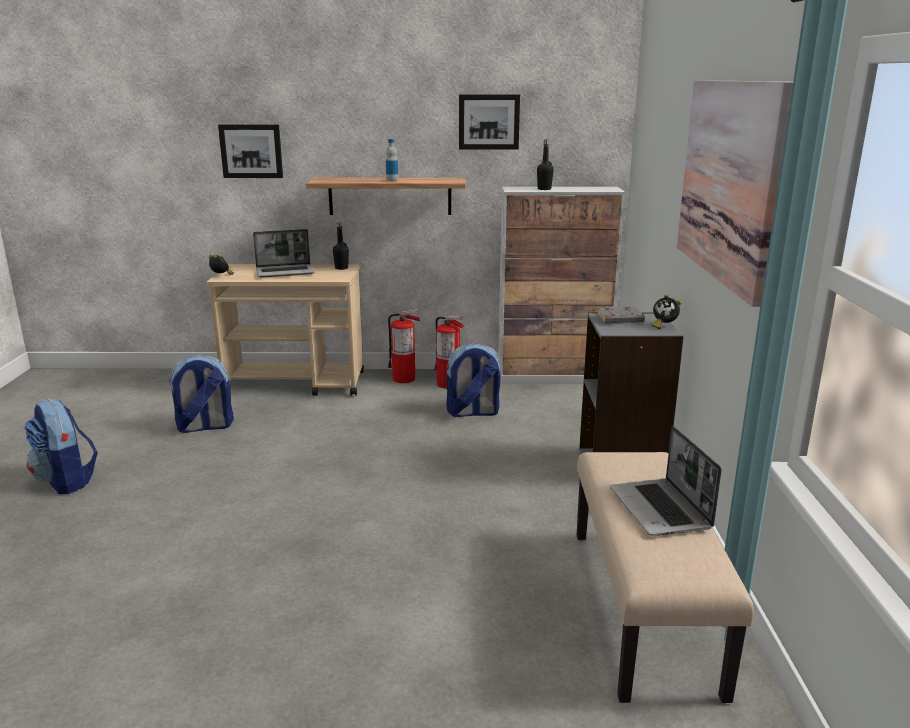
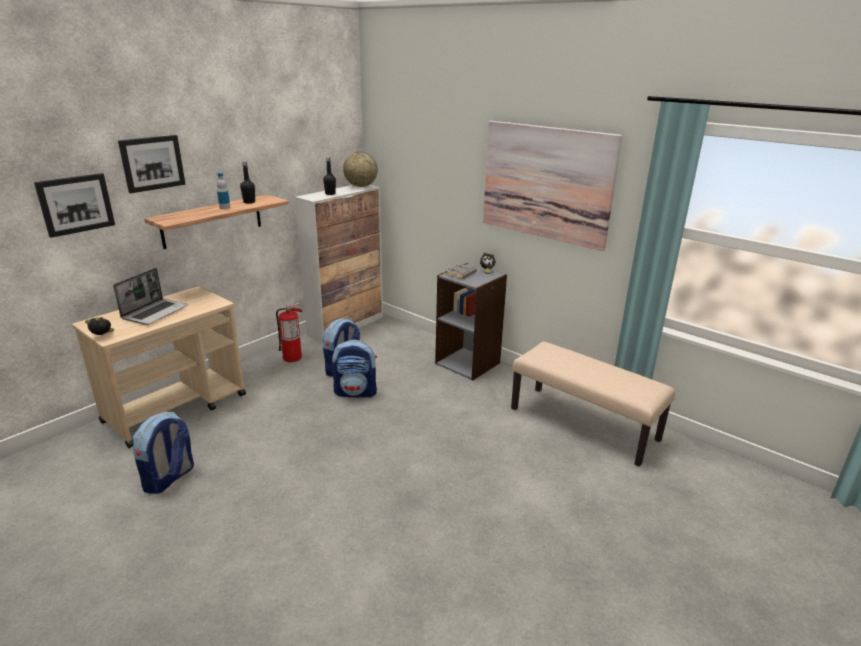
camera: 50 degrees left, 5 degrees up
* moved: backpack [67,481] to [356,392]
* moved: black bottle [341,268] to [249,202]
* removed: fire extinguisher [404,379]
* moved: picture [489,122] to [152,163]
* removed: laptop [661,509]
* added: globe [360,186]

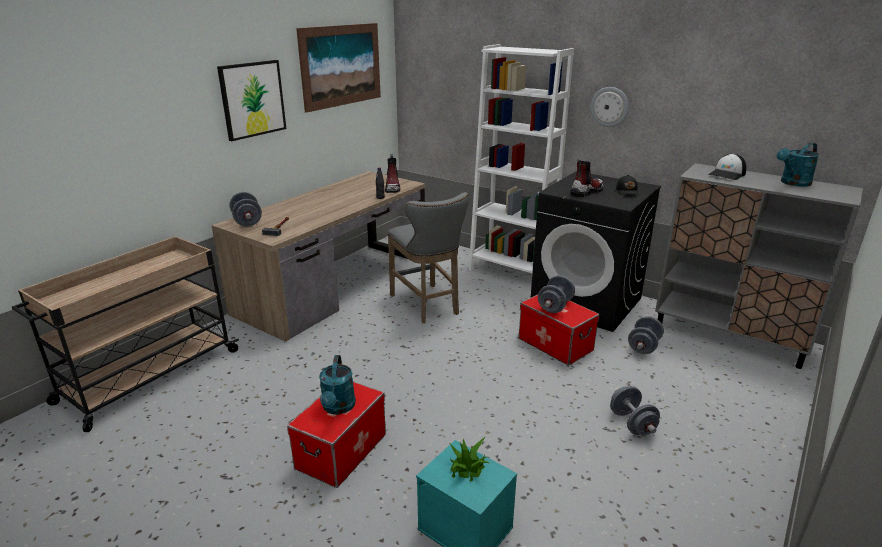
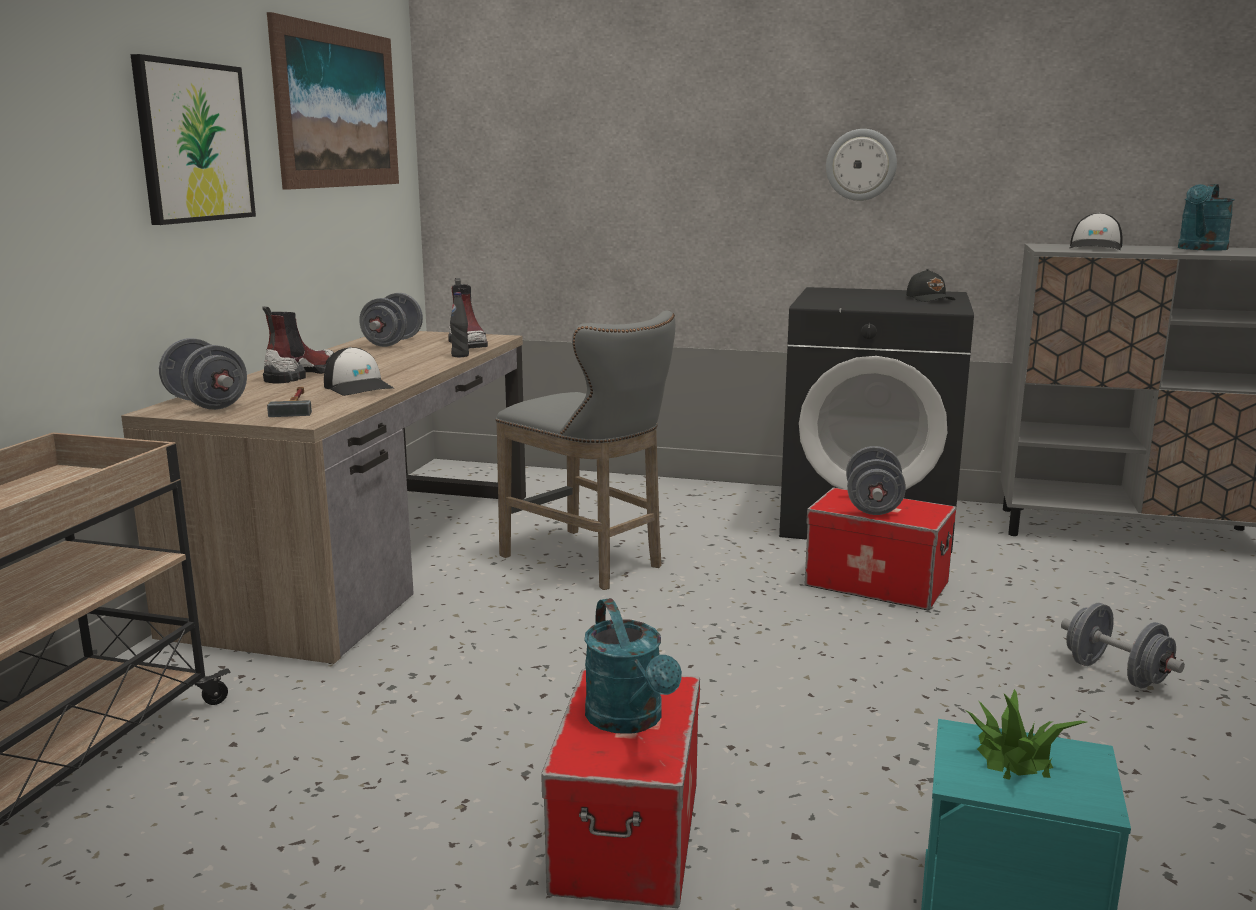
camera: 20 degrees left, 10 degrees down
* removed: white bookcase [510,272]
* moved: boot [586,192] to [301,375]
* moved: grey dumbbell [643,346] to [393,342]
* added: cap [359,387]

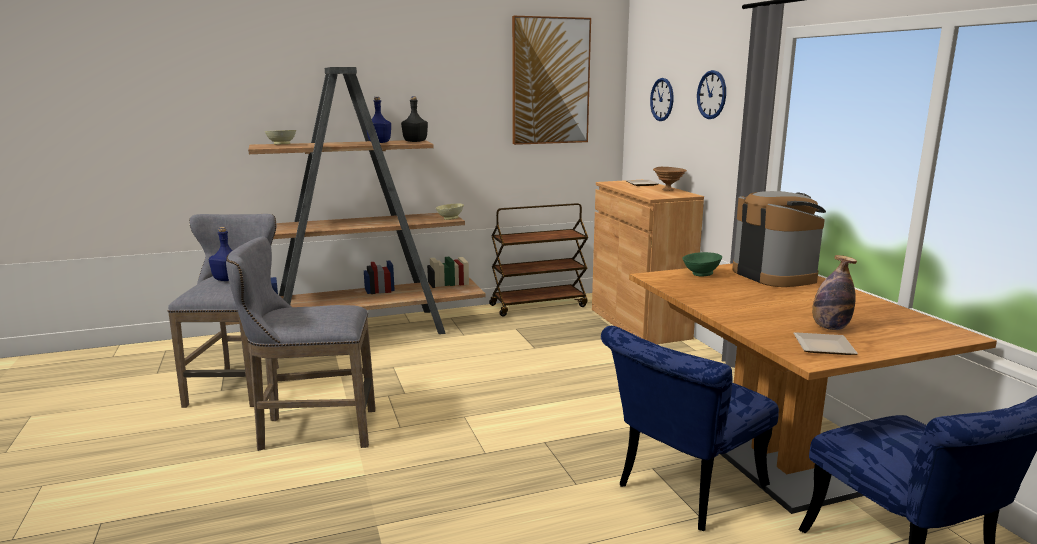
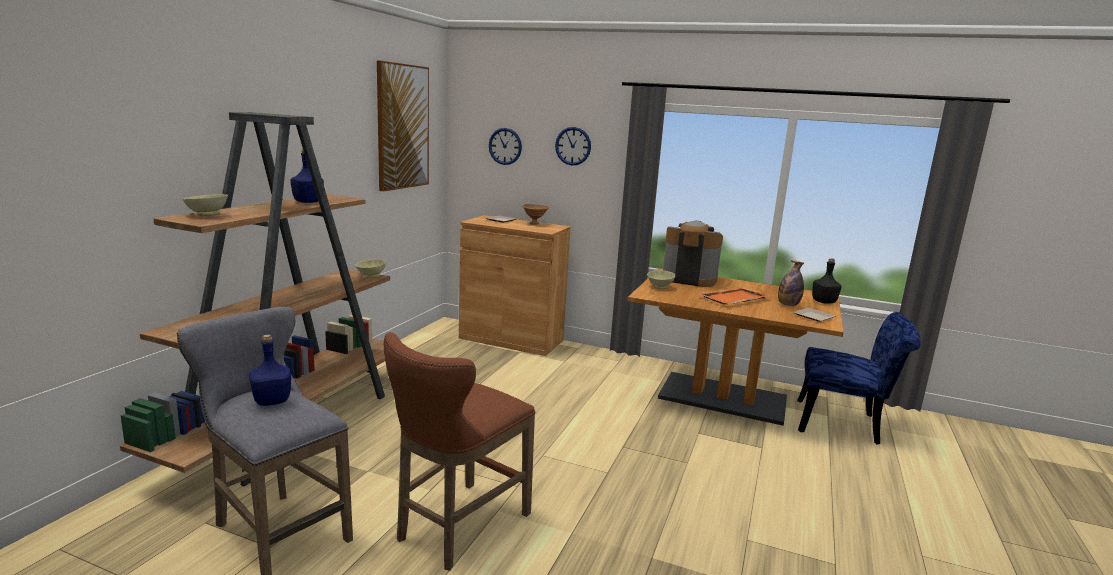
camera: 50 degrees left, 0 degrees up
* recoloured: grey stool [311,431] to brown stool [457,528]
* moved: black bottle [415,141] to [824,302]
* removed: brown cart [538,305]
* removed: blue chair [682,491]
* recoloured: green bowl [700,274] to beige bowl [659,287]
* added: orange tray [733,298]

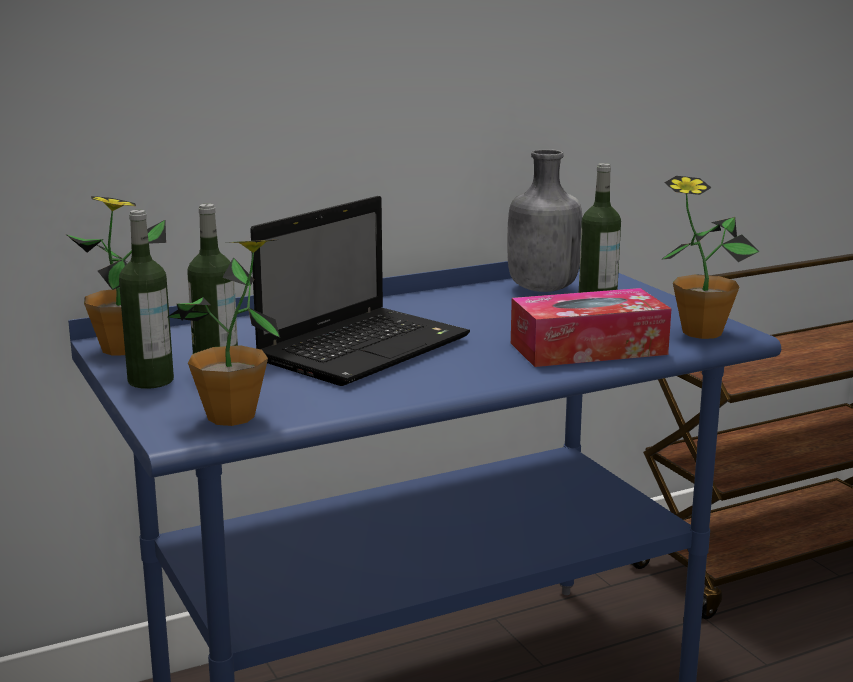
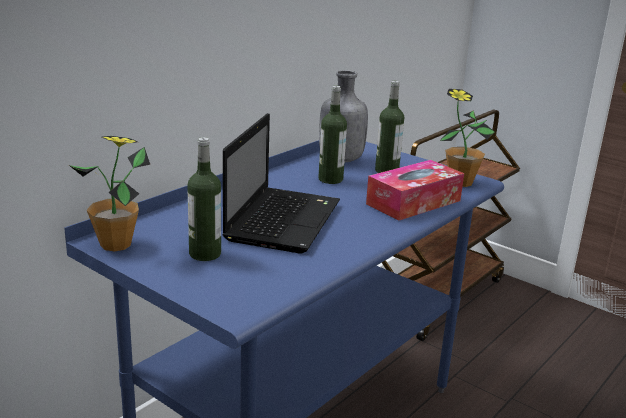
camera: 25 degrees left, 5 degrees up
* moved: bottle [151,380] to [330,179]
* removed: potted plant [231,417]

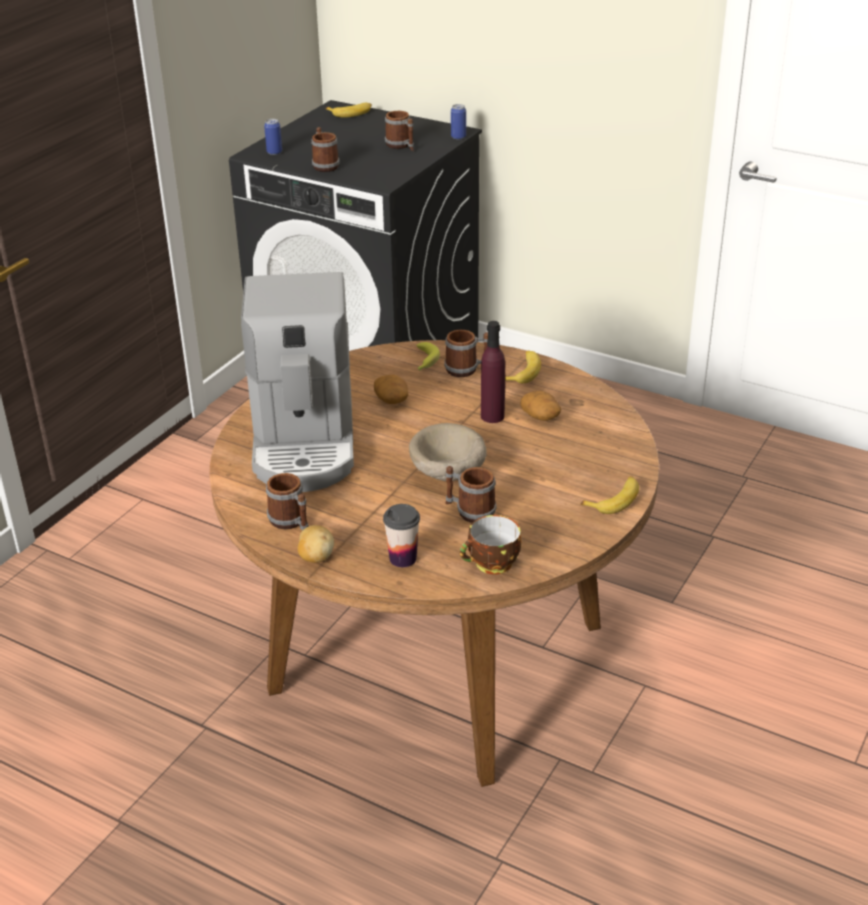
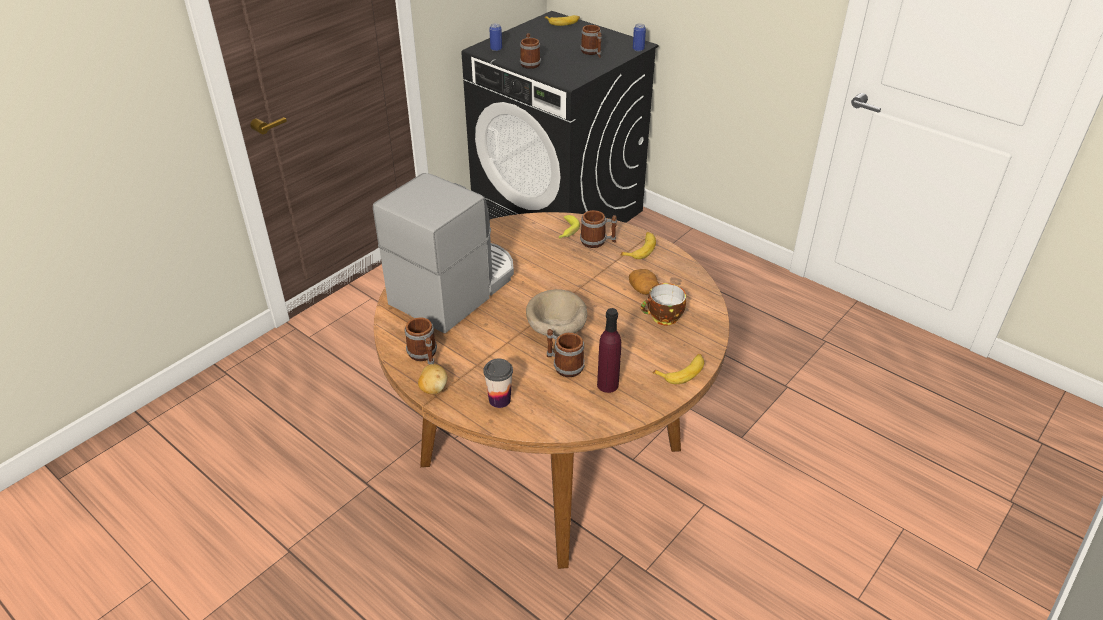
camera: 10 degrees right, 5 degrees up
* turned: coffee machine [305,442] = [455,288] 150 degrees counterclockwise
* removed: potato [392,400]
* moved: cup [492,564] to [663,318]
* moved: purple bottle [492,416] to [607,385]

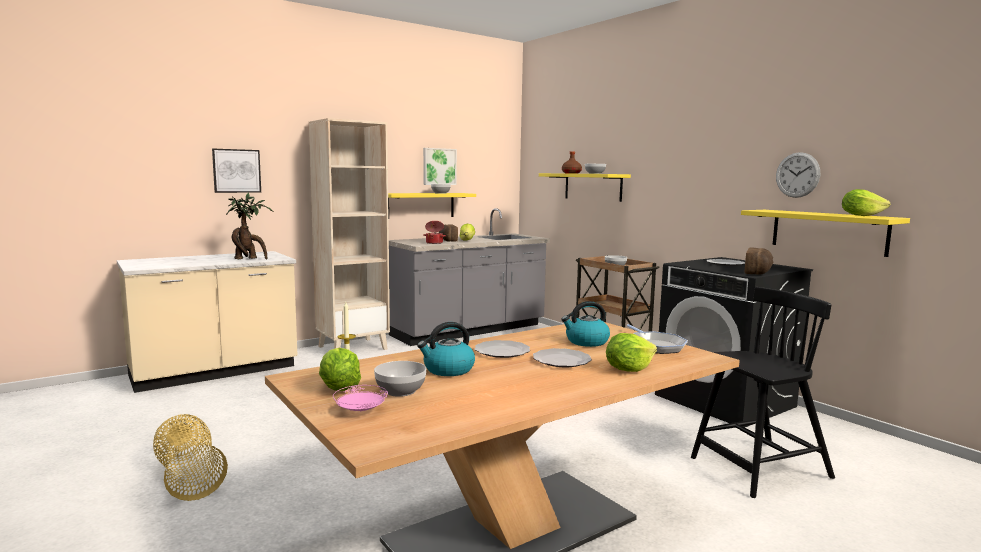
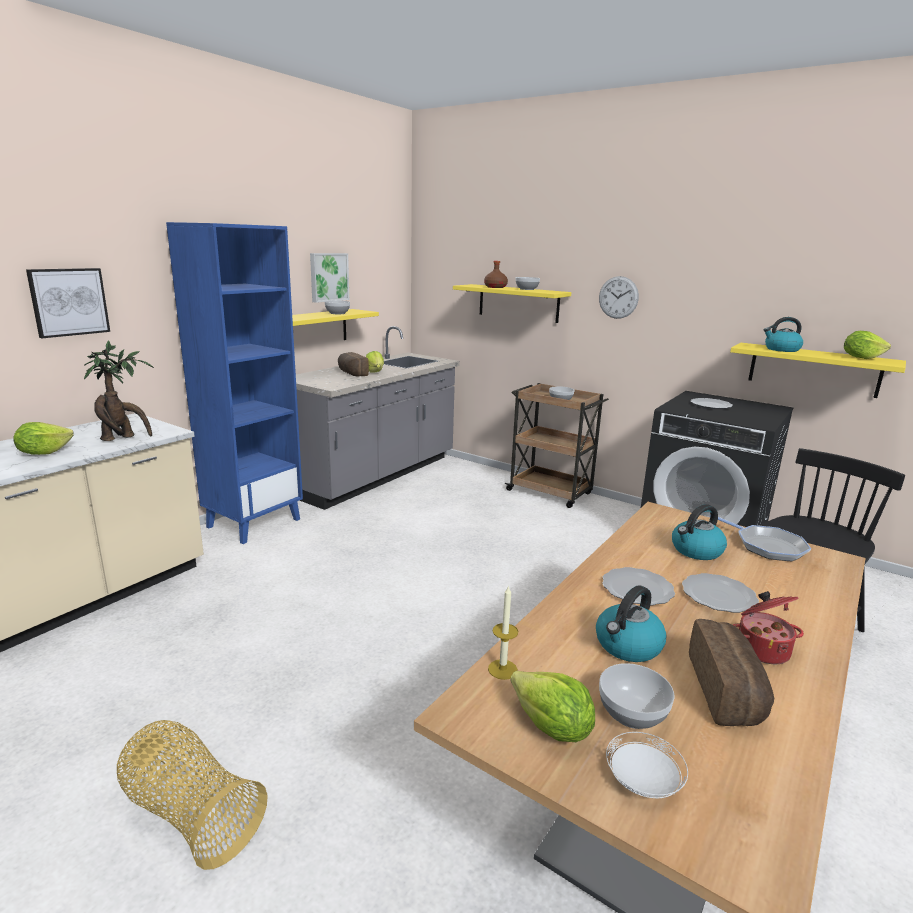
camera: 20 degrees left, 10 degrees up
* recoloured: beige bookcase [353,348] to blue bookcase [254,522]
* recoloured: pink plate [361,411] to white plate [643,781]
* moved: cooking pot [434,243] to [761,649]
* moved: lettuce [628,369] to [43,453]
* moved: bread [758,272] to [728,692]
* moved: wall clock [797,175] to [618,297]
* added: kettle [781,349]

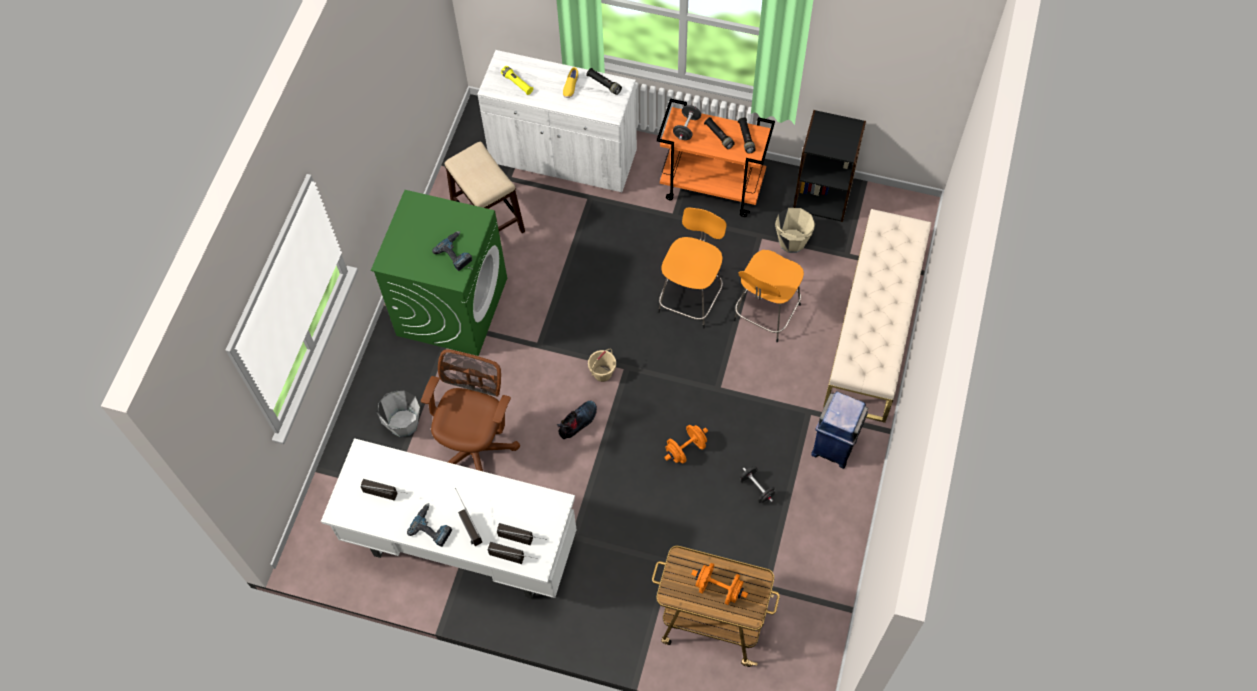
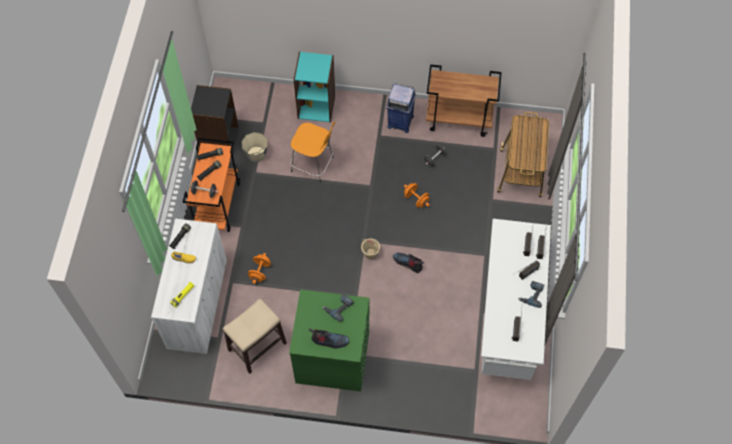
camera: 100 degrees left, 0 degrees up
* removed: grey bucket [403,423]
* removed: brown office chair [475,447]
* removed: orange stool [691,298]
* moved: orange dumbbell [718,588] to [260,272]
* replaced: beige bench [873,329] to turquoise bookcase [316,106]
* added: boot [329,341]
* added: brown cart [459,119]

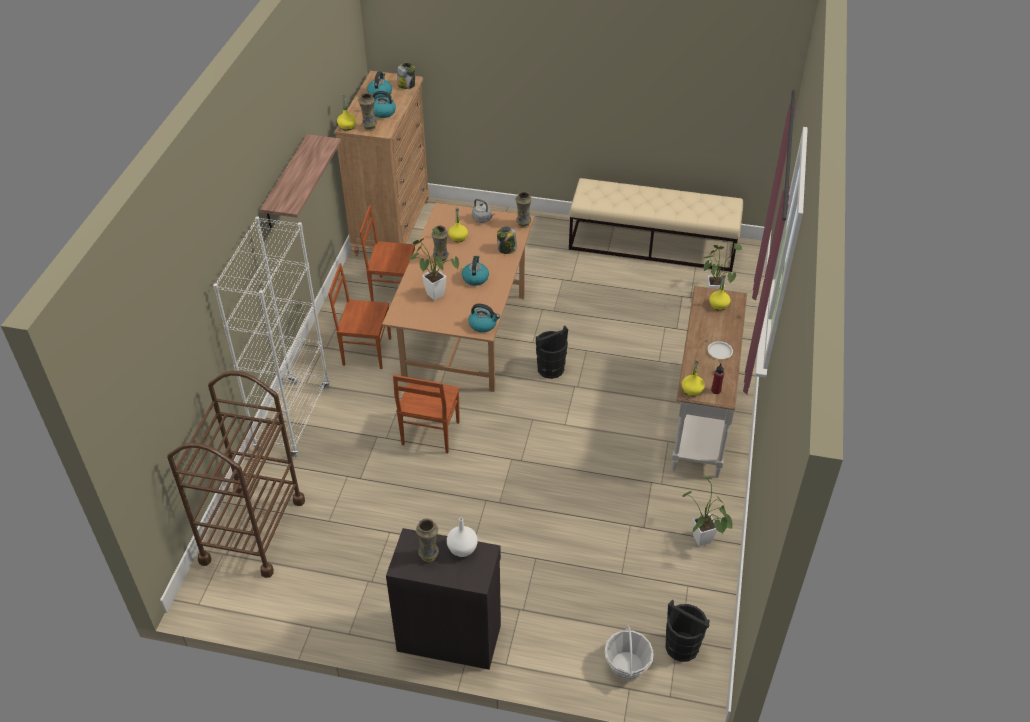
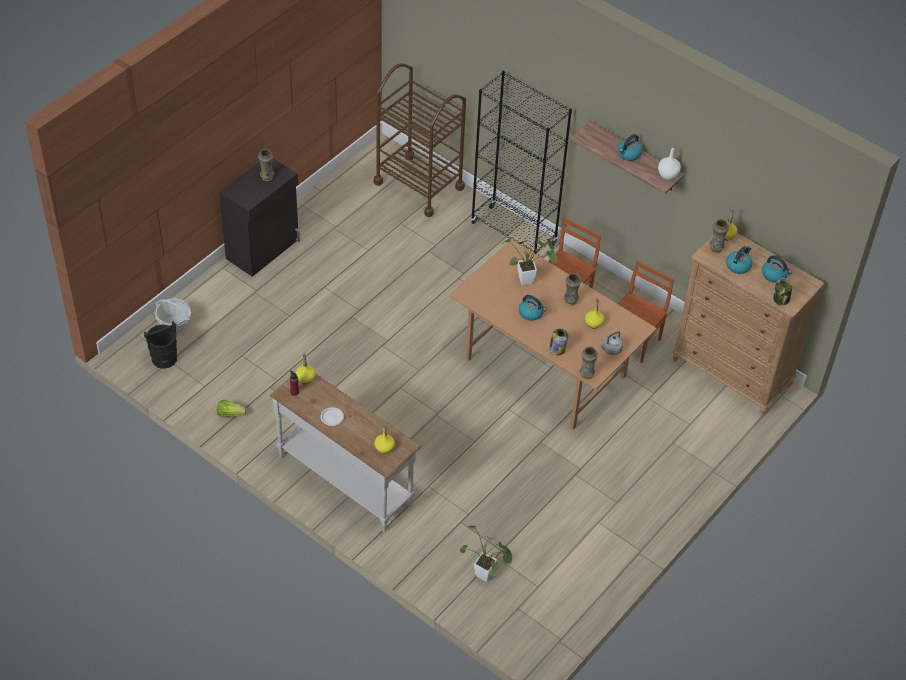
camera: 115 degrees right, 5 degrees up
* recoloured: white bookcase [293,419] to black bookcase [513,234]
* removed: brown chair [429,434]
* moved: white vase [462,549] to [668,175]
* moved: kettle [483,325] to [628,154]
* removed: black bucket [551,369]
* removed: beige bench [653,245]
* replaced: potted plant [703,543] to lettuce [230,414]

